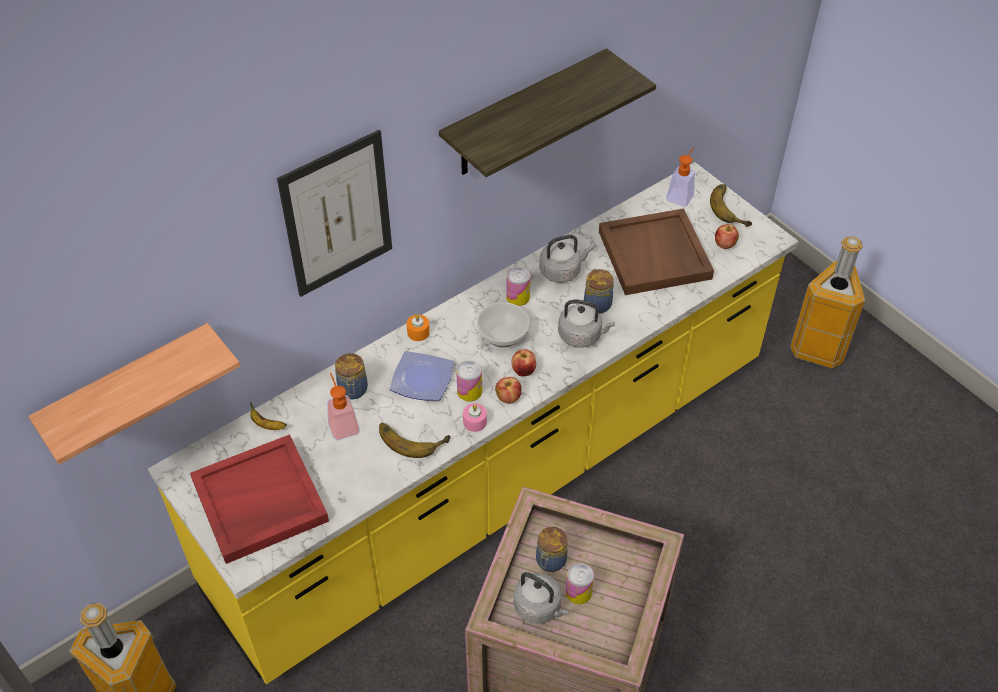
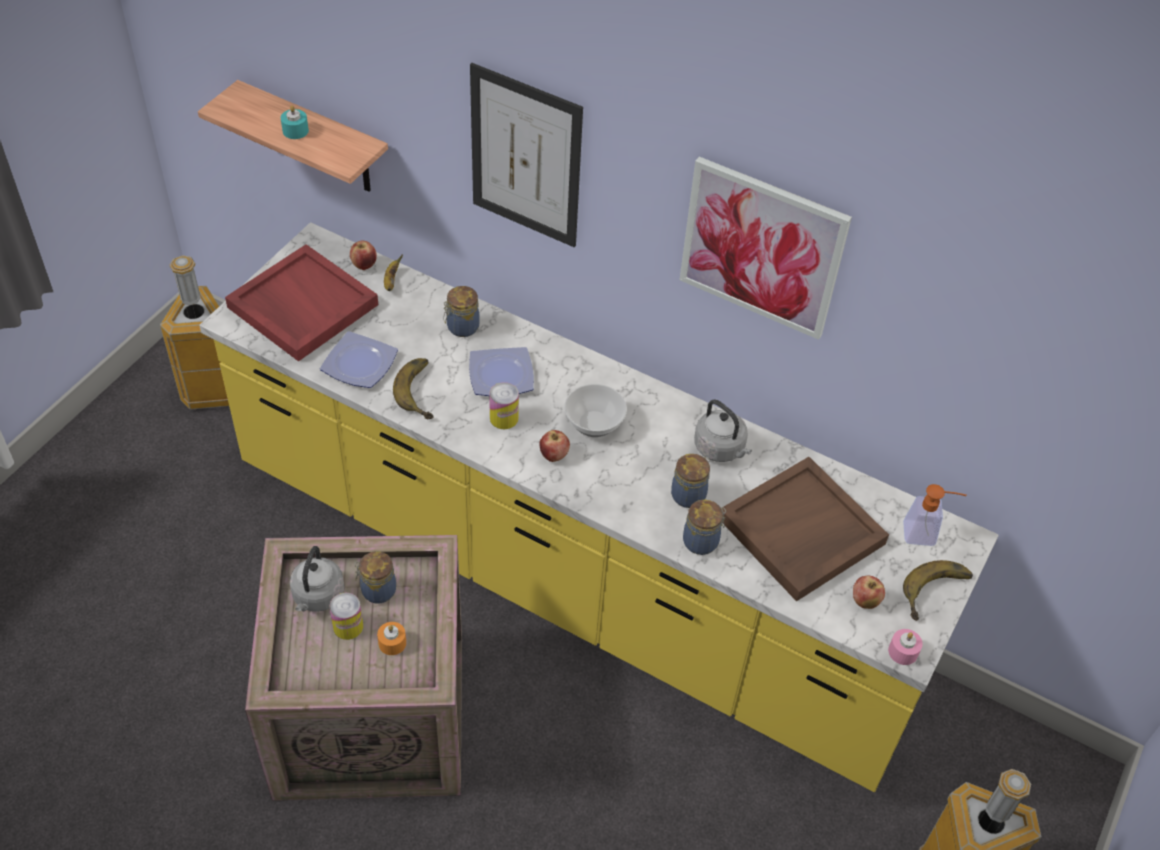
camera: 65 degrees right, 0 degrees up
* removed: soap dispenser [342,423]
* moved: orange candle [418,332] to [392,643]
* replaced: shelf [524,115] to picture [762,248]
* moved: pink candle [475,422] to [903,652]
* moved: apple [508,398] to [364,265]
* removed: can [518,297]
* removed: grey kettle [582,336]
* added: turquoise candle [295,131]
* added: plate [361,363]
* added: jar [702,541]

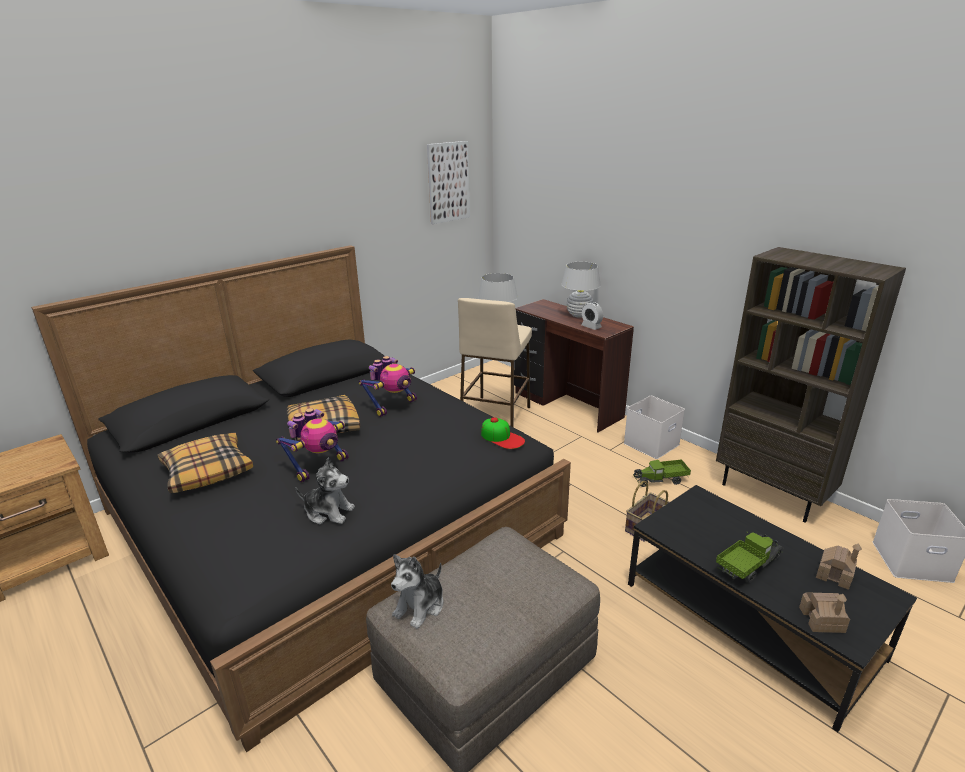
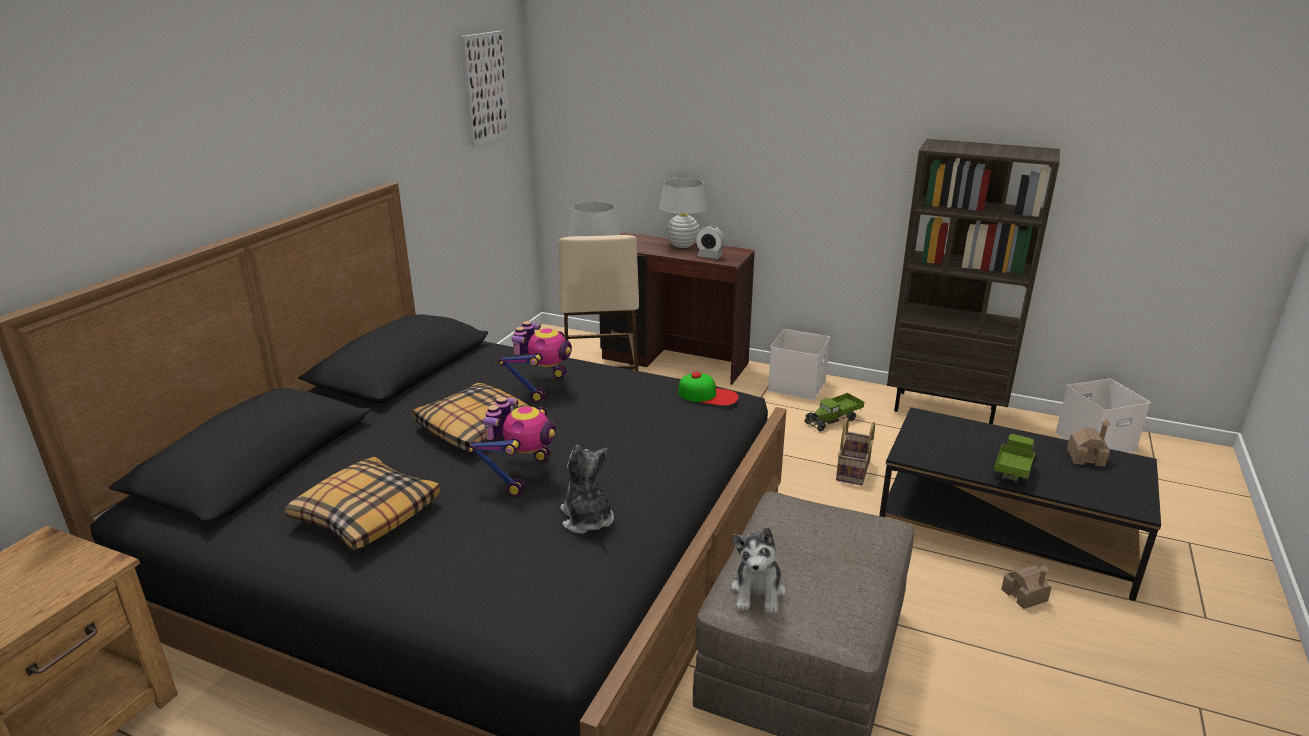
camera: 25 degrees left, 0 degrees up
* turned: plush toy [328,512] = [587,519] 105 degrees counterclockwise
* moved: toy house [822,620] to [1024,595]

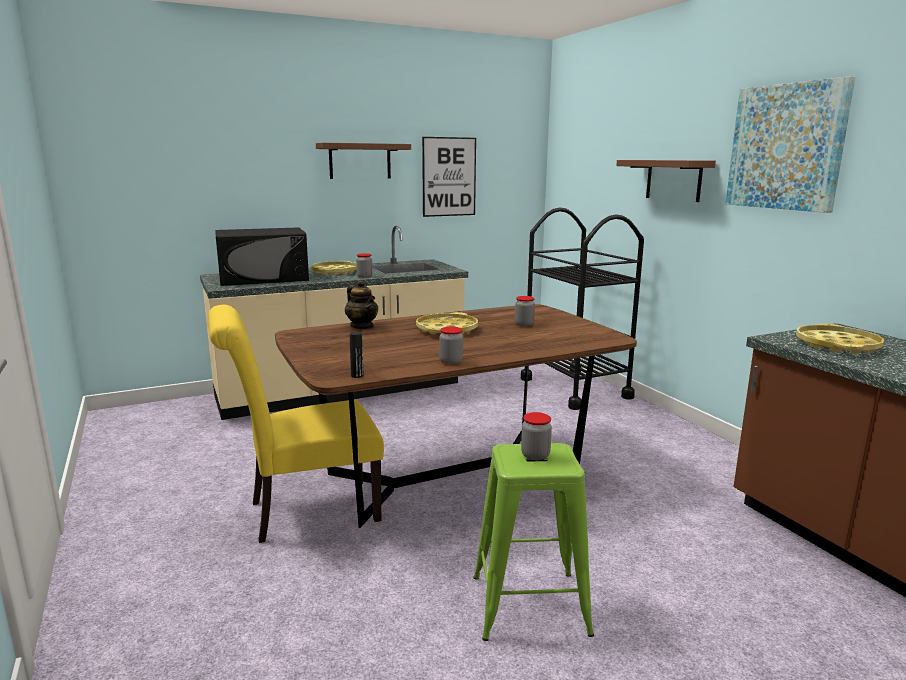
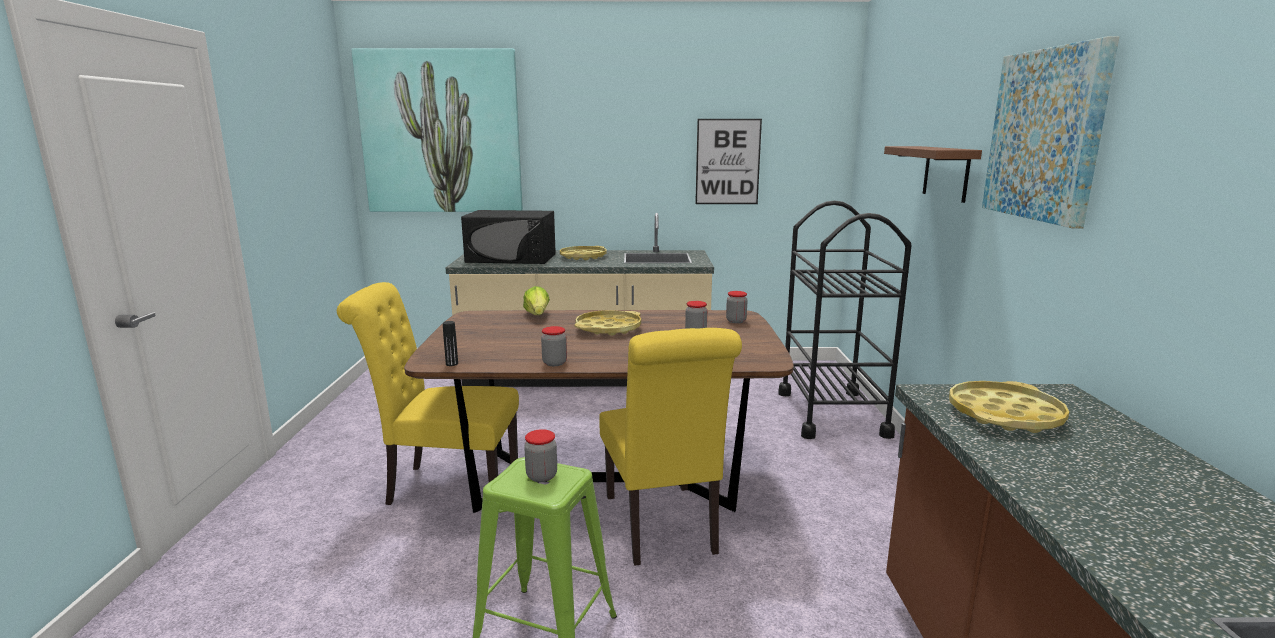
camera: 25 degrees right, 0 degrees up
* removed: brown shelf [360,161]
* replaced: teapot [362,326] to lettuce [537,315]
* moved: jar [364,276] to [736,321]
* added: picture [441,132]
* added: yellow chair [663,528]

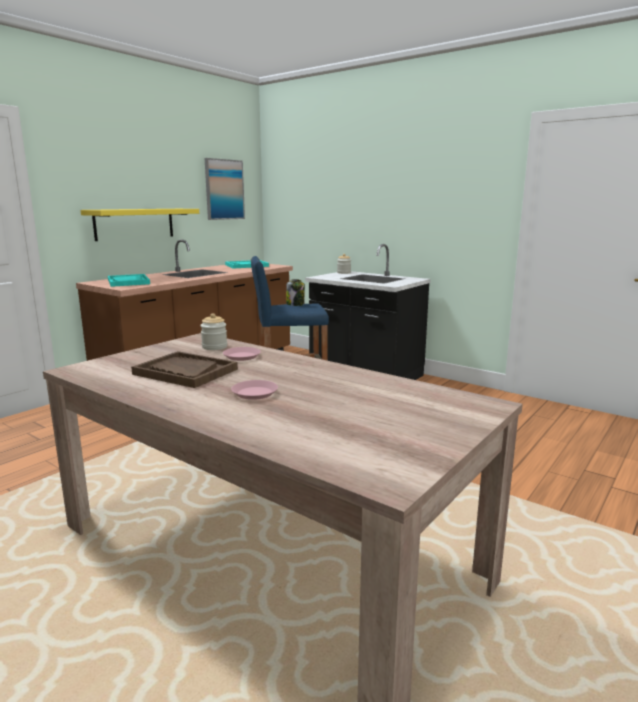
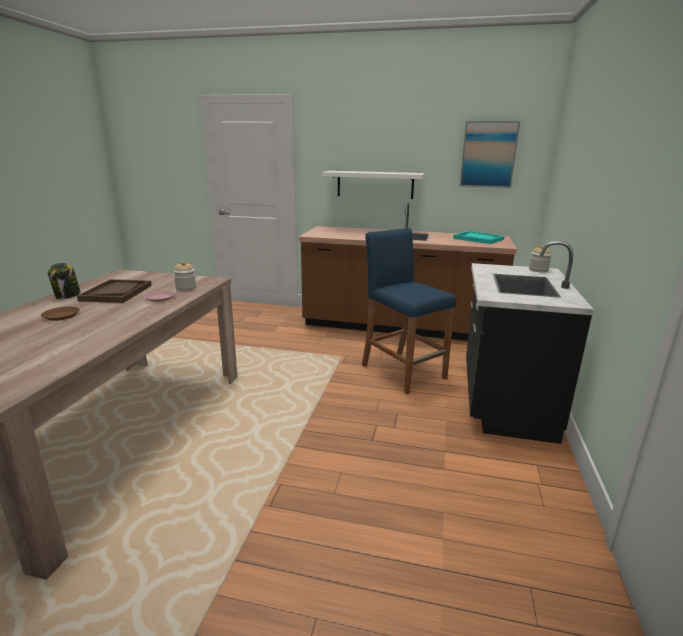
camera: 65 degrees right, 5 degrees up
* recoloured: yellow shelf [134,224] to white shelf [375,184]
* removed: turquoise tray [128,282]
* recoloured: pink plate [255,393] to brown plate [61,316]
* moved: jar [295,304] to [67,296]

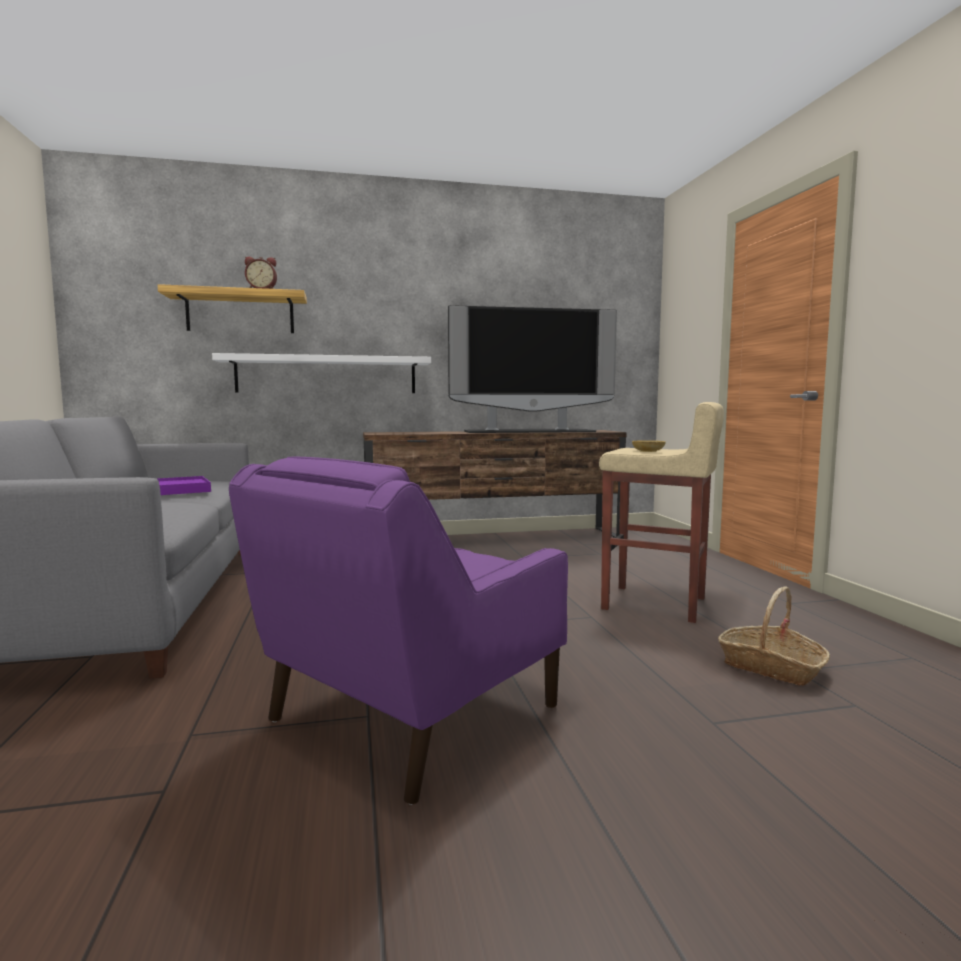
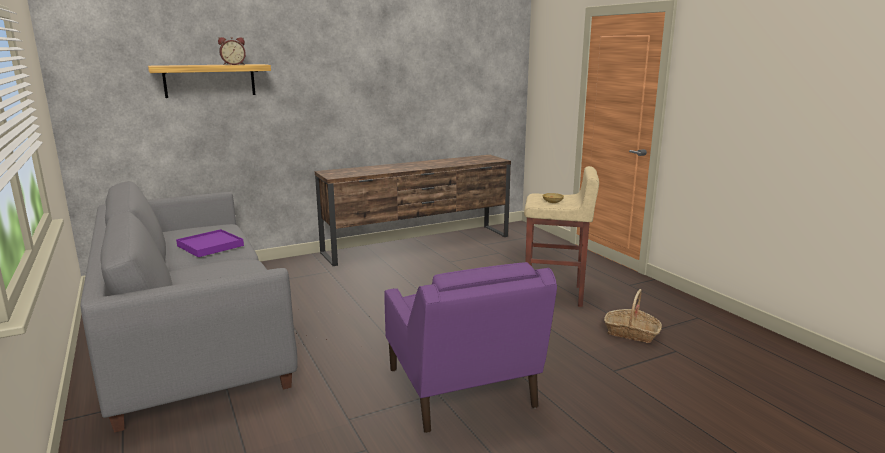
camera: 15 degrees left, 10 degrees up
* removed: white shelf [327,375]
* turned: purple armchair [410,716] = [461,390] 45 degrees counterclockwise
* removed: television [529,431]

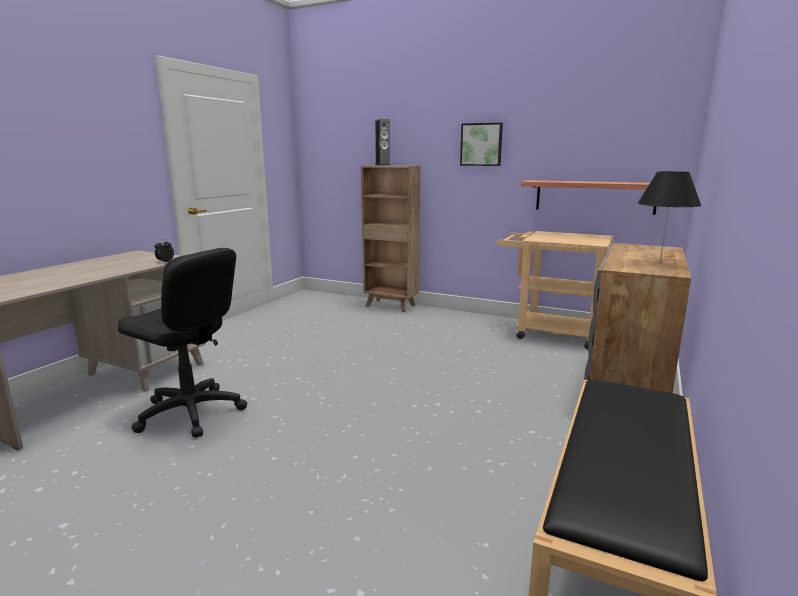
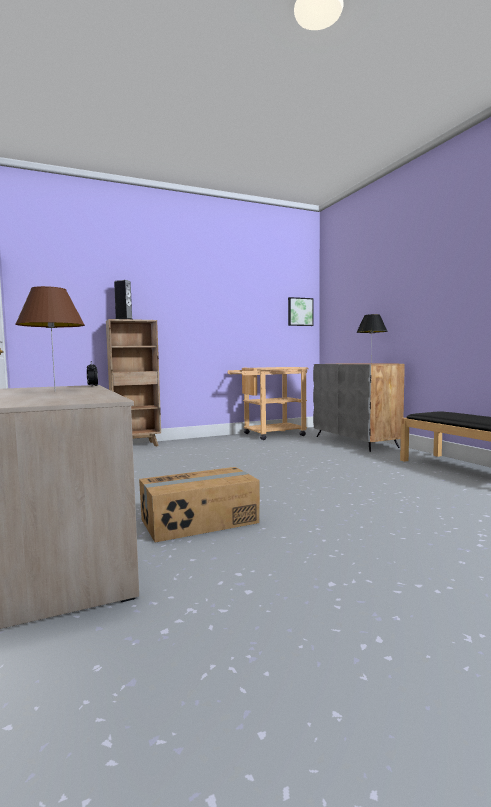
camera: 50 degrees left, 10 degrees down
* replaced: black office chair [190,413] to cardboard box [200,521]
* moved: picture [481,144] to [300,312]
* removed: shelf [594,196]
* added: brown table lamp [55,391]

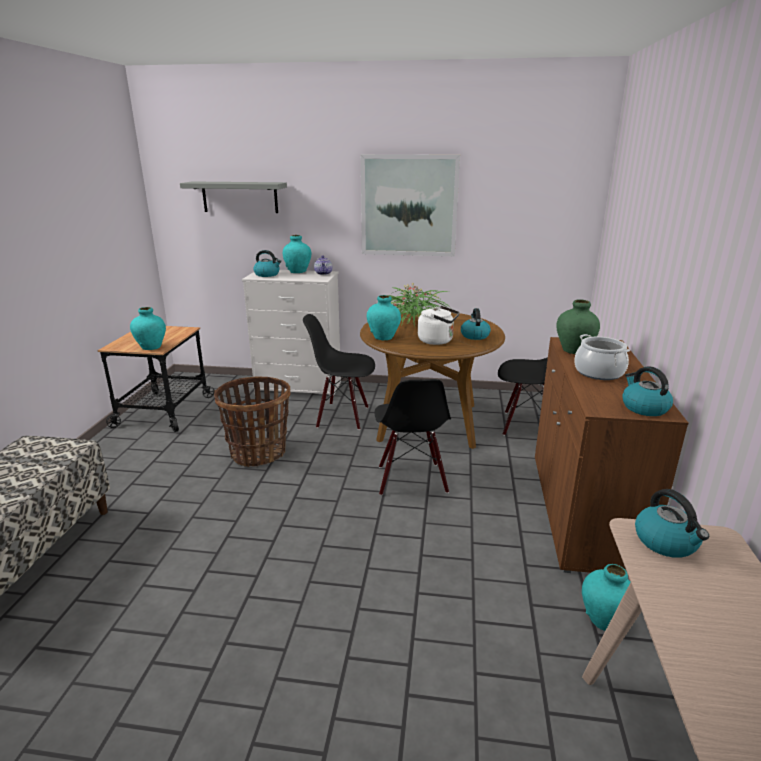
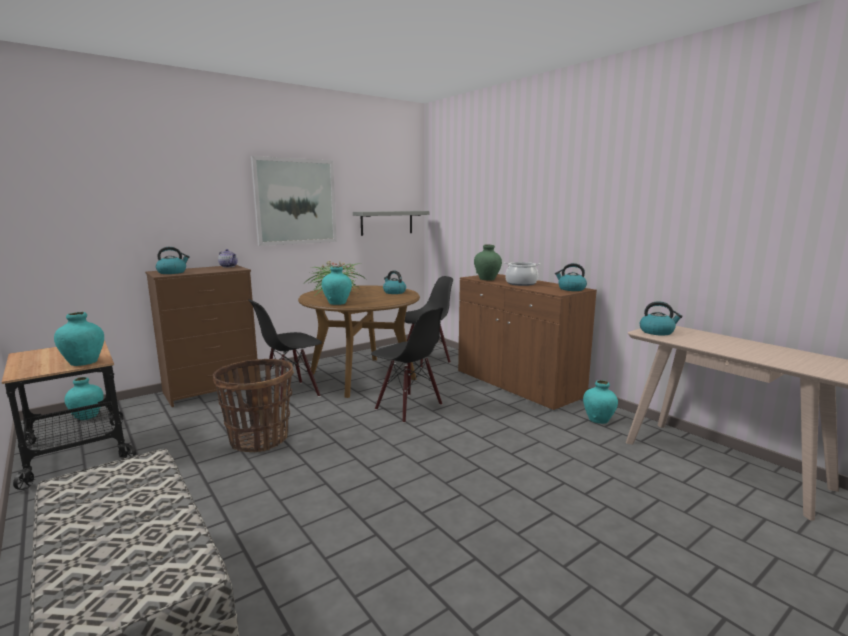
camera: 45 degrees left, 10 degrees down
* moved: grey shelf [240,197] to [387,222]
* recoloured: white dresser [299,388] to brown dresser [212,389]
* moved: turquoise vase [298,272] to [87,416]
* removed: white kettle [437,341]

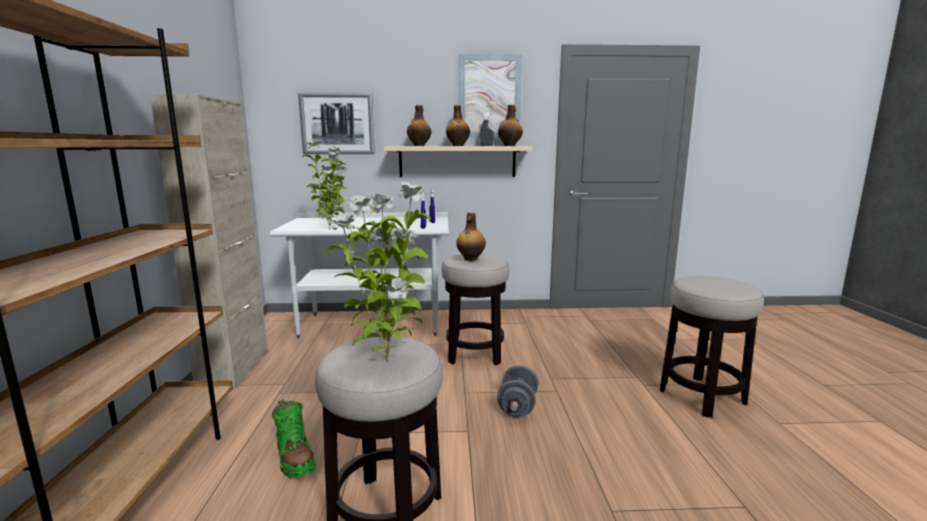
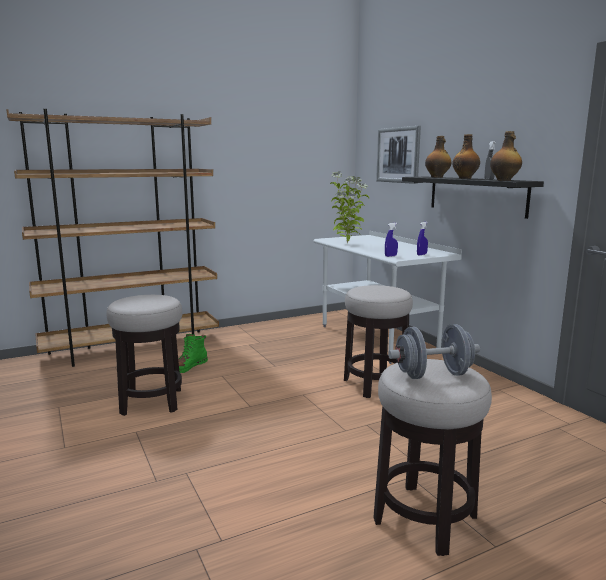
camera: 65 degrees right, 0 degrees up
* removed: beige cabinet [234,368]
* removed: potted plant [386,360]
* recoloured: beige shelf [457,161] to black shelf [476,195]
* removed: bottle [470,259]
* removed: picture [489,97]
* moved: grey dumbbell [517,406] to [433,375]

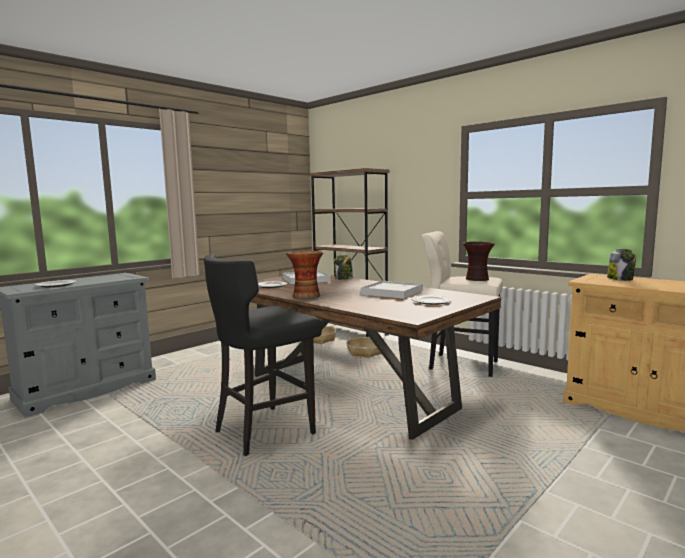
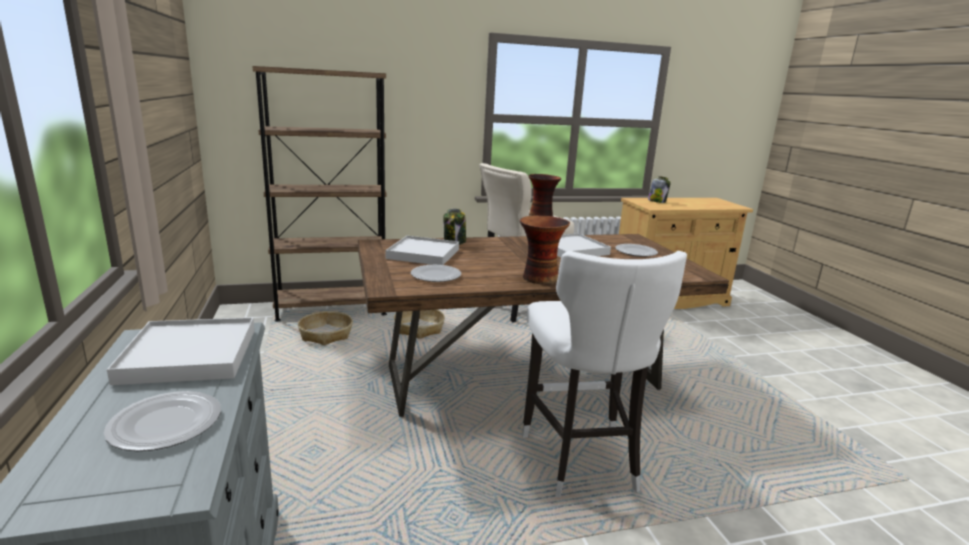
camera: 60 degrees left, 10 degrees up
* recoloured: black stool [265,430] to white stool [580,459]
* added: white tray [190,355]

